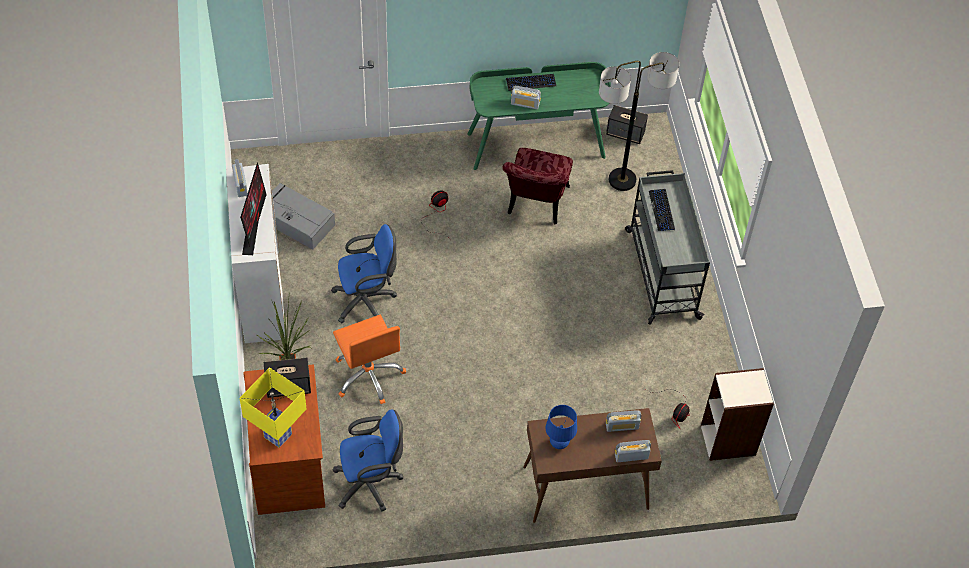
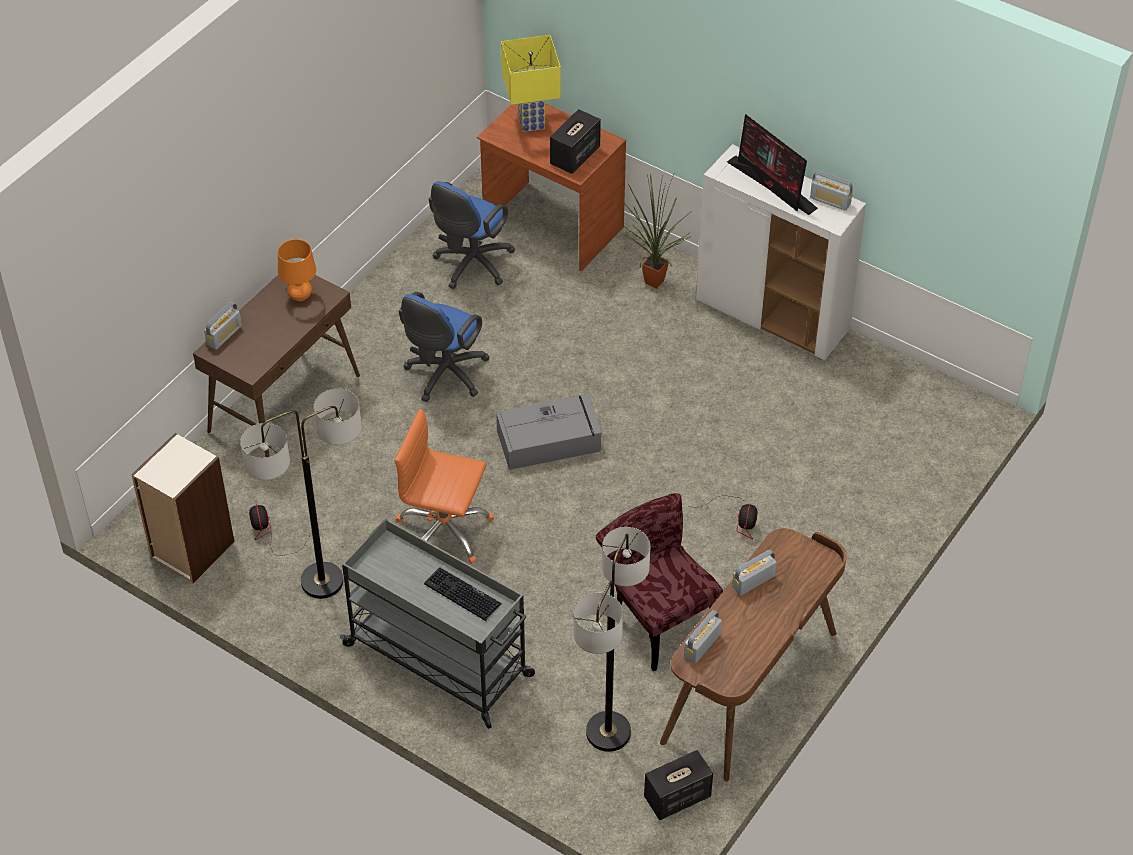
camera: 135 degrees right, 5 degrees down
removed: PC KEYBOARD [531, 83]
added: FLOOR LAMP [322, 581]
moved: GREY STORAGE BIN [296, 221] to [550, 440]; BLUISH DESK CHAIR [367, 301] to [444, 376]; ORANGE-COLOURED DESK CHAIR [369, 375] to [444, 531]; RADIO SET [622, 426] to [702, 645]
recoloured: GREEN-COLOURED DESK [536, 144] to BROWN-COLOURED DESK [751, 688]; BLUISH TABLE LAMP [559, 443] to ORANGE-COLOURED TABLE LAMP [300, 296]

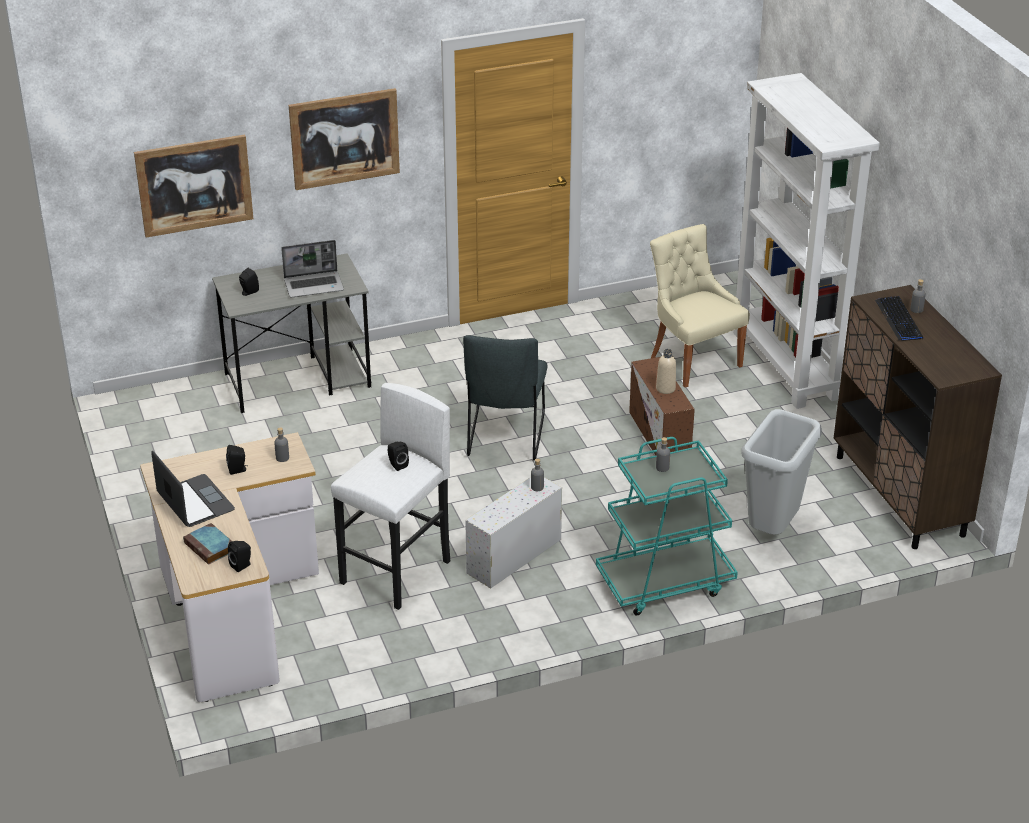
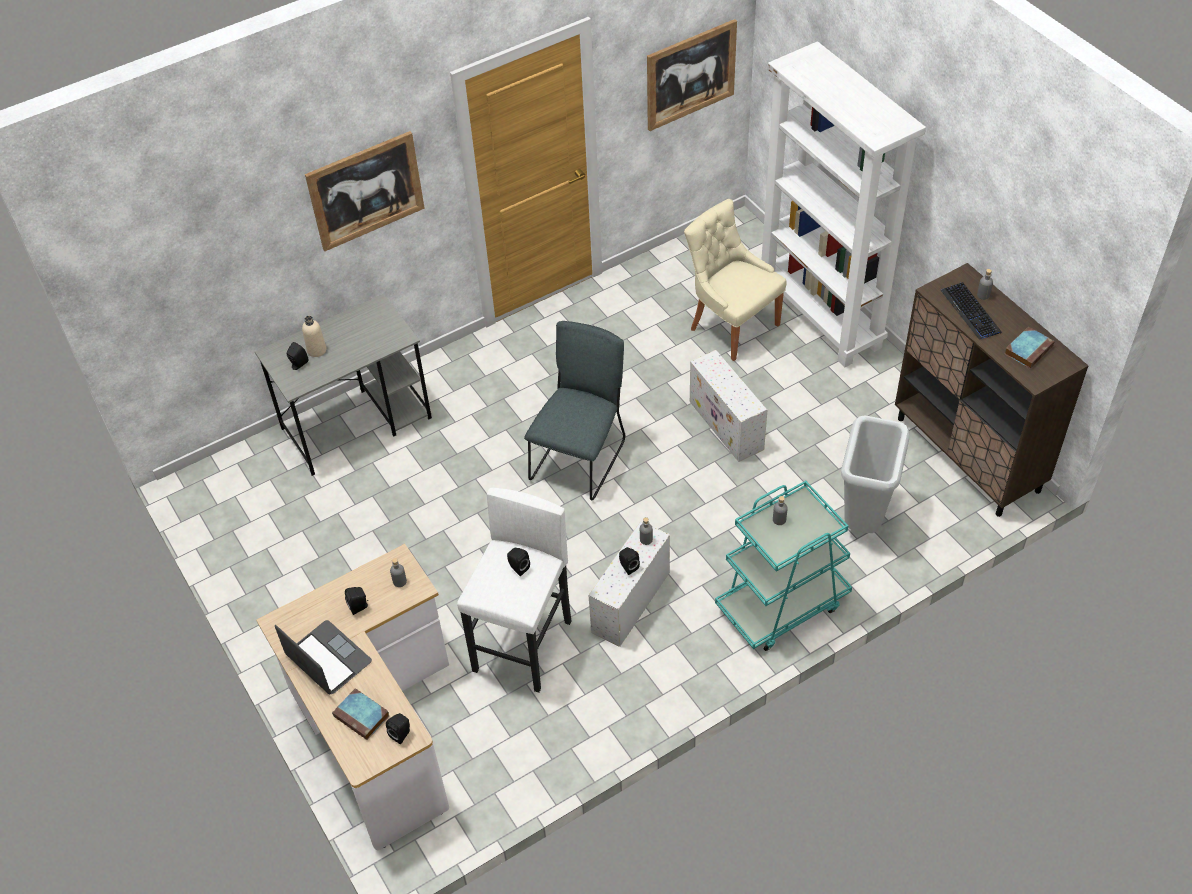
camera: 10 degrees left, 15 degrees up
removed: NOTEBOOK COMPUTER [314, 285]
added: VOLUME [1028, 349]; BLACKISH LOUDSPEAKER [628, 566]
moved: WALL ART [194, 185] to [690, 74]; SAND-COLOURED DRINK BOTTLE [665, 388] to [317, 350]
recoloured: BROWN-COLOURED STORAGE BIN [660, 436] to WHITE STORAGE BIN [727, 426]
turned: GREY UPRIGHT CHAIR [505, 438] = [580, 457] 150 degrees counterclockwise

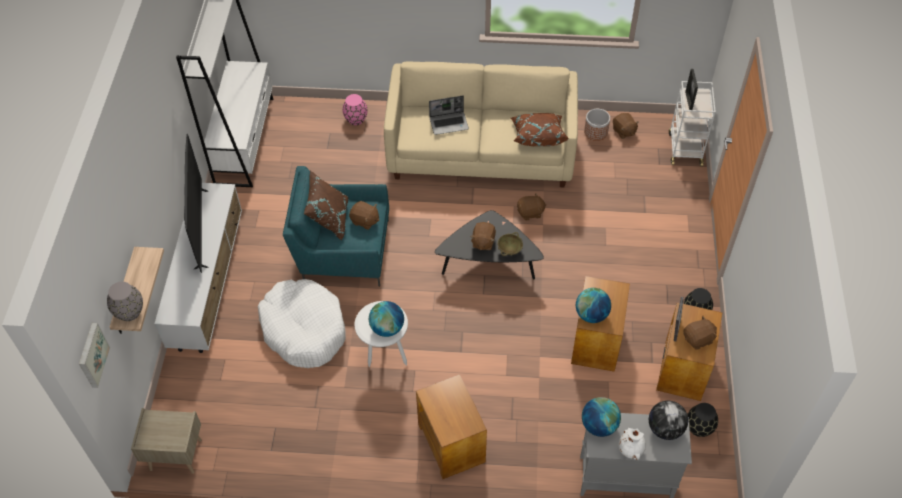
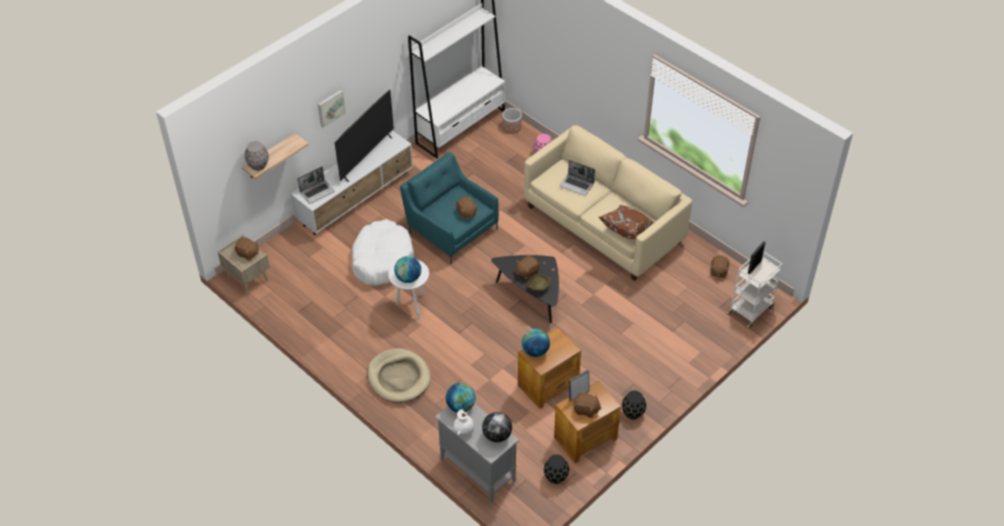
camera: 40 degrees right, 5 degrees down
removed: BROWN-COLOURED CUSHION [329, 218]
added: NOTEBOOK COMPUTER [317, 192]
moved: PLANT POT [596, 132] to [512, 127]; BROWN-COLOURED PLUSH TOY [530, 213] to [248, 254]; WALL ART [92, 355] to [330, 107]
replaced: BROWN-COLOURED ACCENT TABLE [451, 442] to SAND-COLOURED PET BED [399, 378]

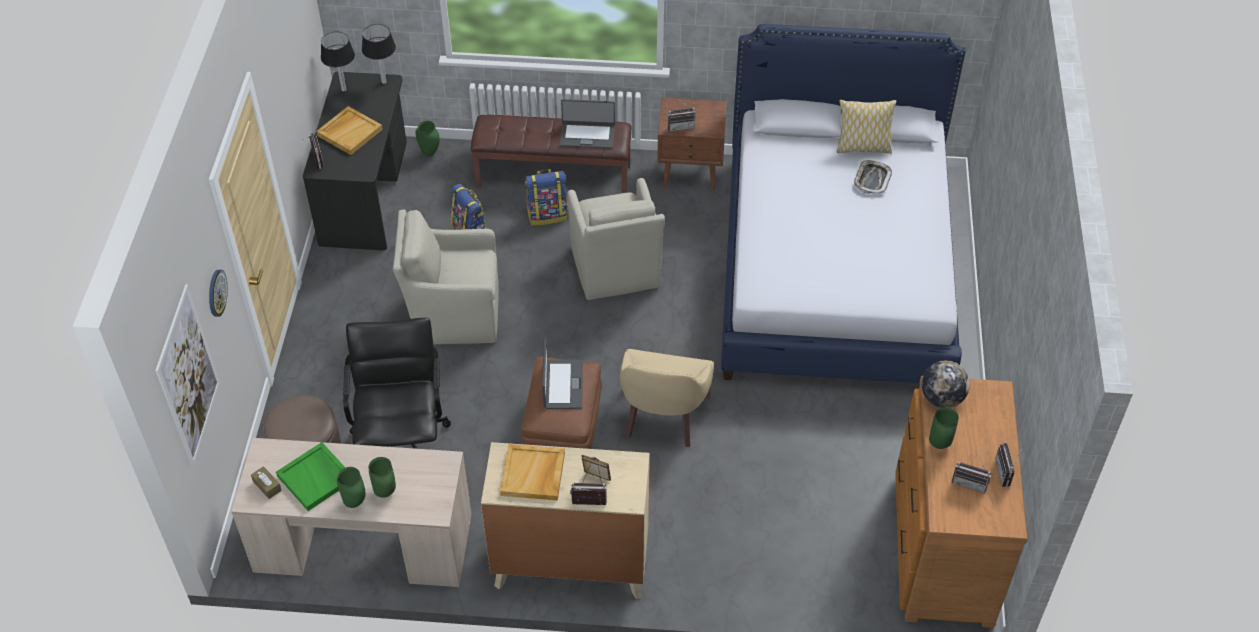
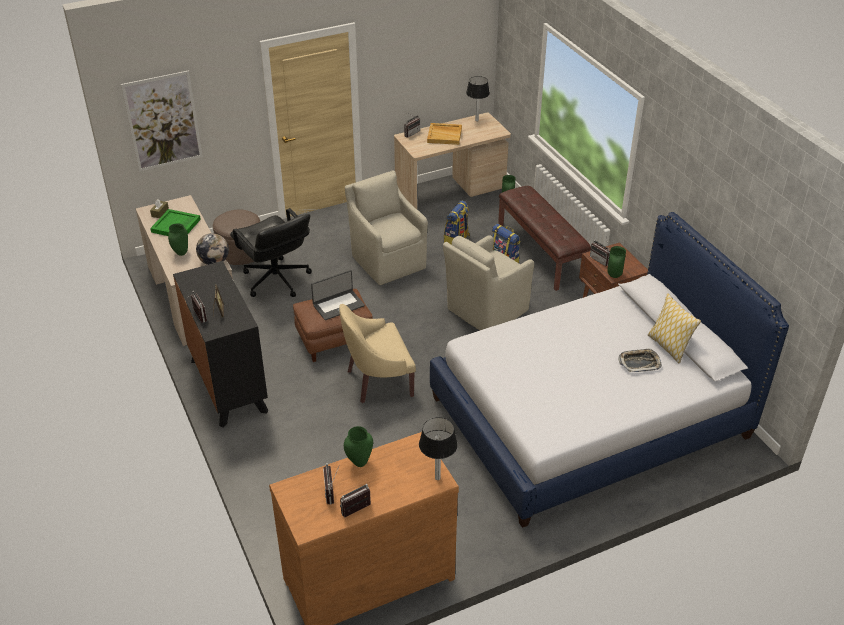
camera: 60 degrees right, 10 degrees down
removed: NOTEBOOK COMPUTER [587, 135]; CLOCK ON THE WALL [216, 293]; SAND-COLOURED SERVING TRAY [533, 474]
moved: TABLE LAMP [384, 81] to [438, 478]; DESK GLOBE [941, 398] to [214, 262]; GREEN-COLOURED FLOWER VASE [355, 502] to [614, 276]
recoloured: BLACKISH DESK [365, 193] to SAND-COLOURED DESK [451, 191]; SAND-COLOURED CHEST OF DRAWERS [570, 564] to BLACKISH CHEST OF DRAWERS [228, 385]
turned: BLACKISH DESK CHAIR [402, 440] = [276, 280] 90 degrees clockwise

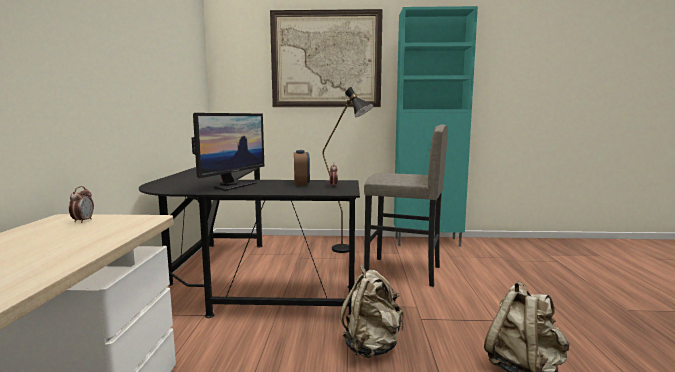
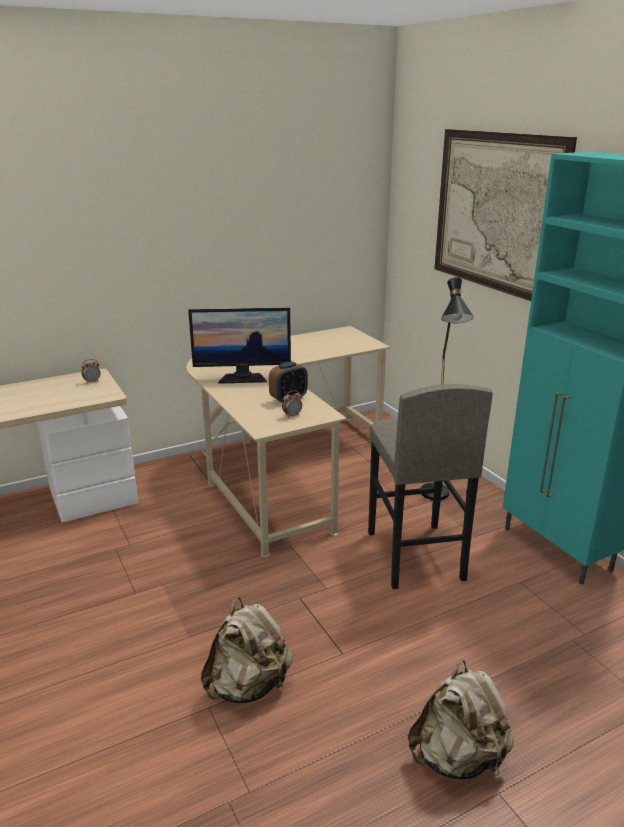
camera: 60 degrees right, 15 degrees up
moved: SAND-COLOURED RUCKSACK [372, 346] to [458, 757]
recoloured: BLACKISH DESK [241, 282] to SAND-COLOURED DESK [283, 471]

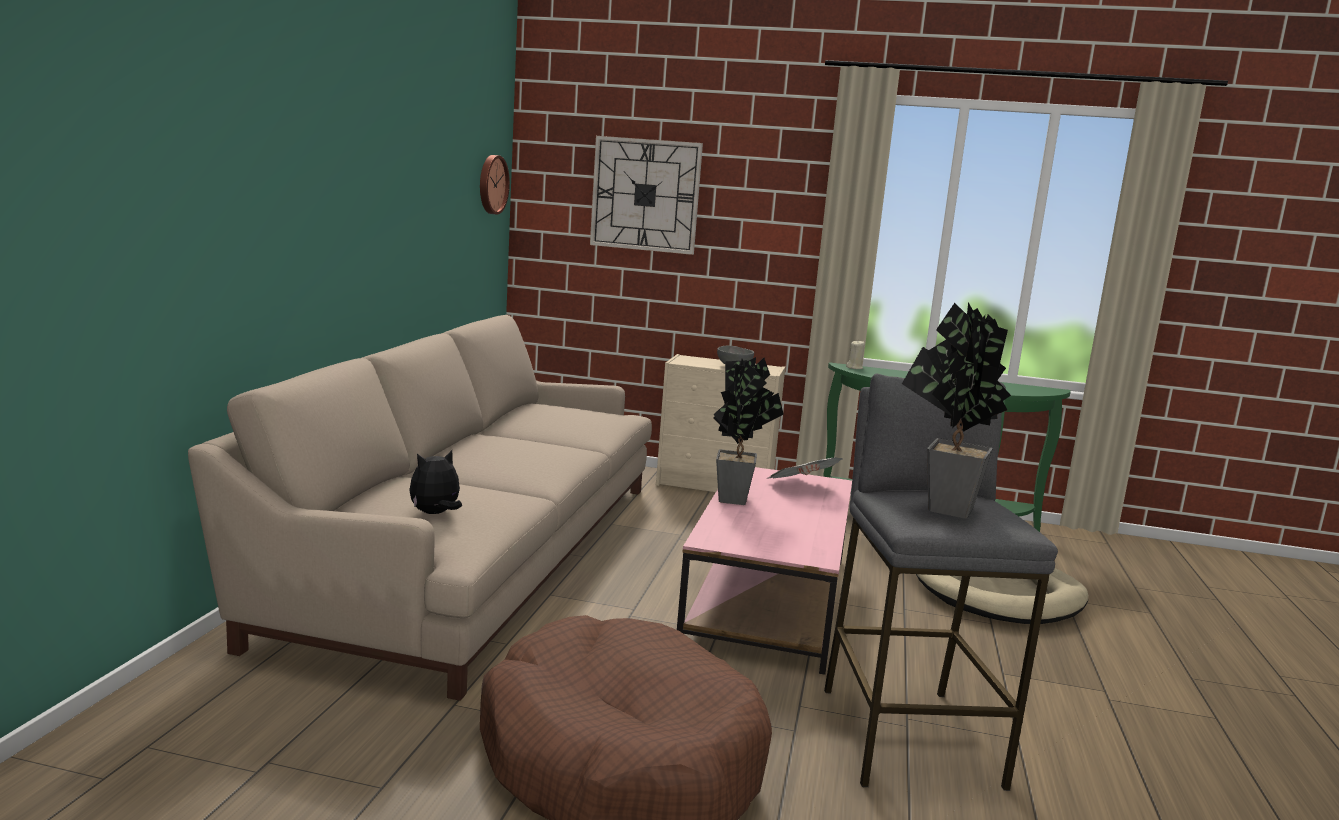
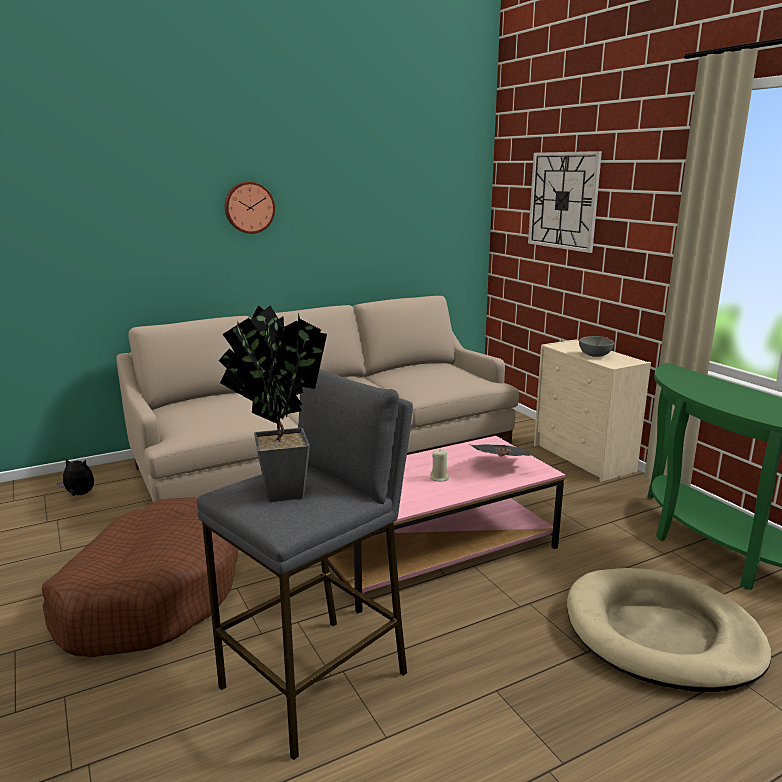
camera: 50 degrees right, 5 degrees up
removed: PLANT IN A POT [736, 497]
moved: CLOCK ON THE WALL [491, 184] to [249, 207]; SAND-COLOURED WAX CANDLE [854, 368] to [439, 478]; PLUSH TOY [435, 514] to [79, 495]

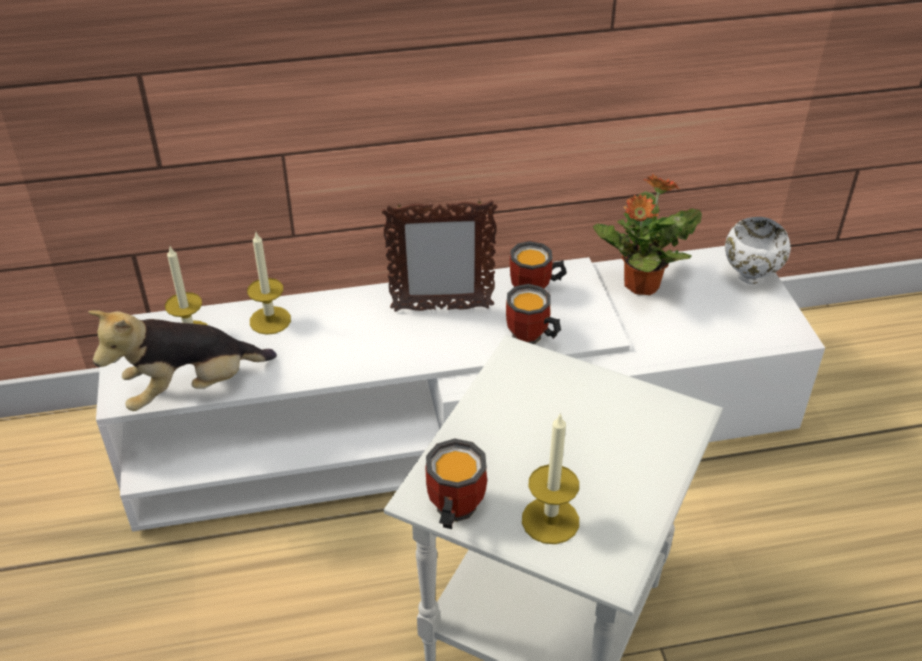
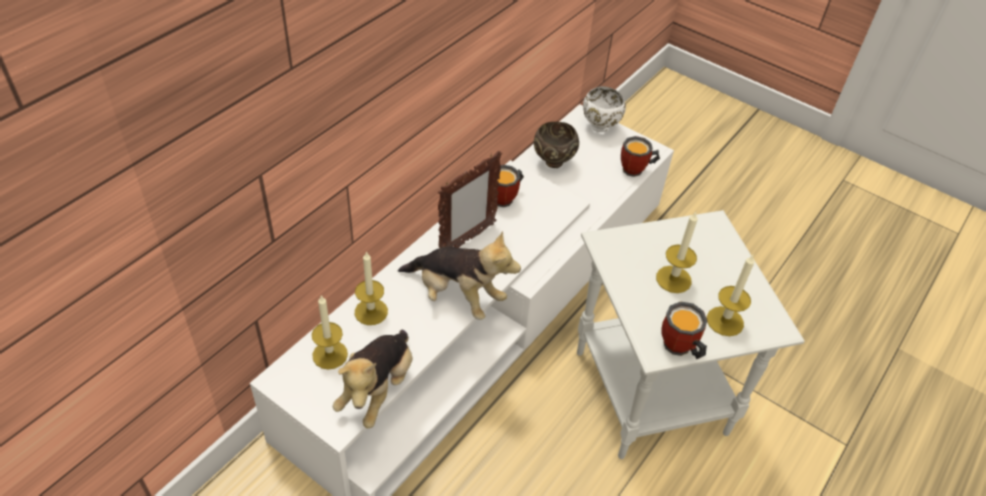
camera: 45 degrees left, 5 degrees up
added: WAX CANDLE [673, 279]; PLUSH TOY [457, 296]
moved: TEA MUG [530, 338] to [636, 171]
replaced: PLANT IN A POT [640, 285] to BROWN-COLOURED SERVING BOWL [552, 163]

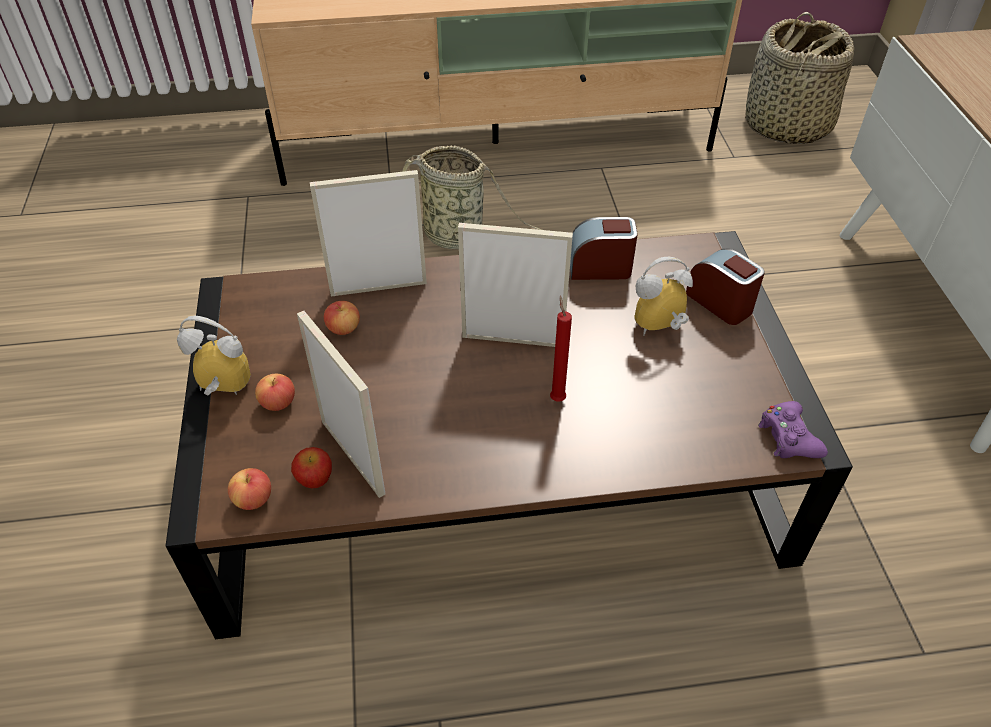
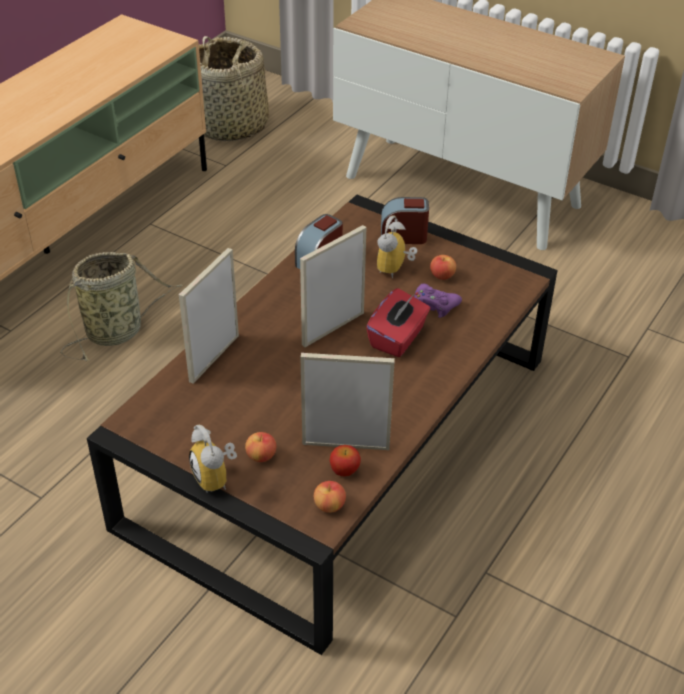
camera: 50 degrees left, 5 degrees down
moved: WHOLE APPLE [343, 328] to [442, 276]; PURPLE-COLOURED JOYPAD [788, 437] to [434, 305]
replaced: RED WAX CANDLE [557, 397] to RED BOX OF TISSUES [398, 338]
turned: ALARM CLOCK [221, 391] = [217, 478] 75 degrees counterclockwise

